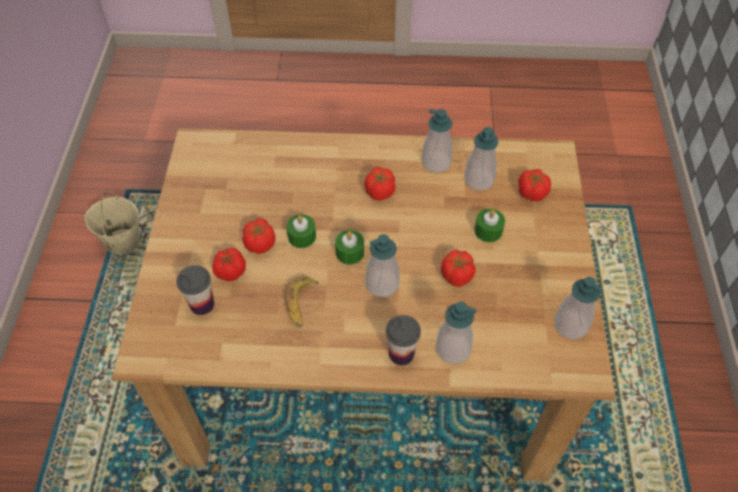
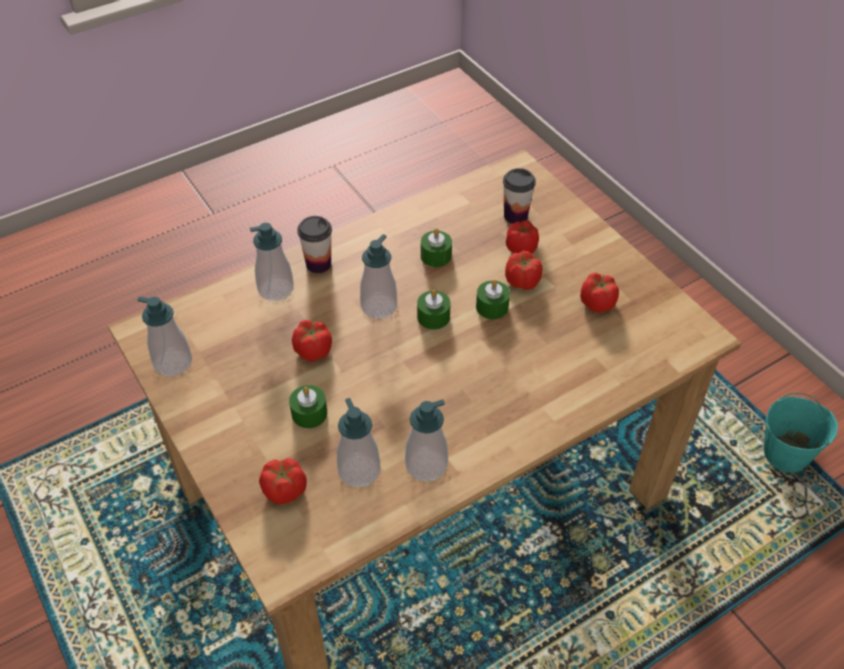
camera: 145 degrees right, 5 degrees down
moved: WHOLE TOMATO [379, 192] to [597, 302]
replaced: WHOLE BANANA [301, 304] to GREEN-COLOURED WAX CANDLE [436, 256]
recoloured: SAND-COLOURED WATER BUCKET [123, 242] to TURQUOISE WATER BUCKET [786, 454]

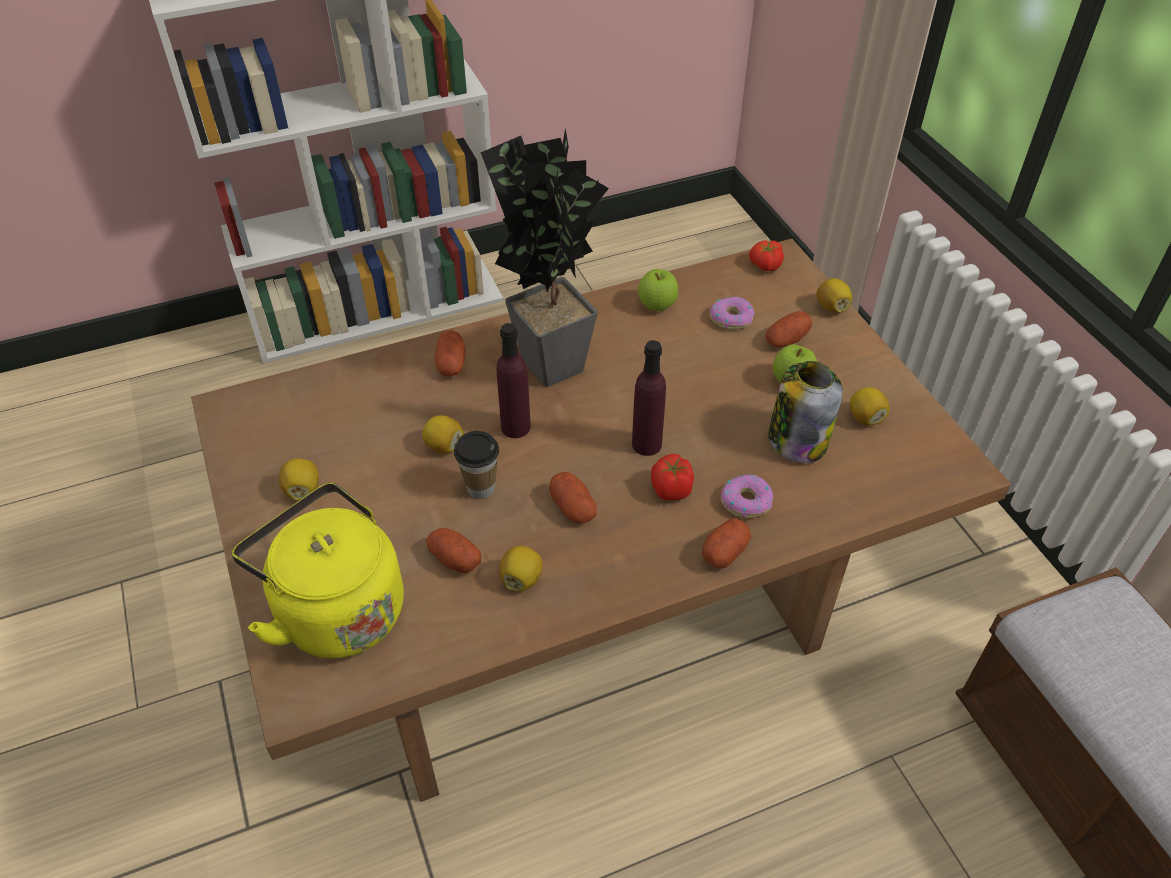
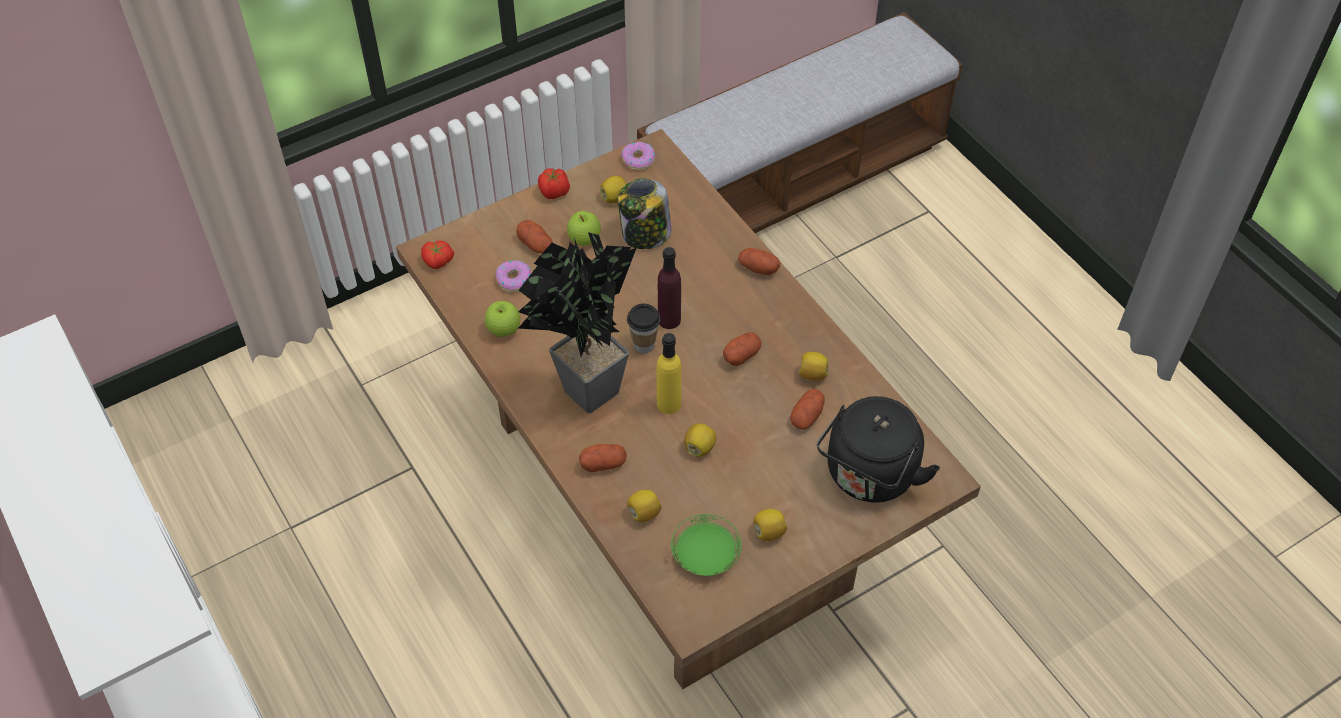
camera: 100 degrees left, 5 degrees up
added: GREEN-COLOURED FLAT DISH [705, 556]
moved: LEMON [831, 307] to [644, 513]; CUP [480, 488] to [644, 345]; WHOLE TOMATO [670, 490] to [555, 192]; DOUGHNUT [746, 501] to [638, 160]
recoloured: PURPLE-COLOURED DRINK BOTTLE [515, 427] to YELLOWISH DRINK BOTTLE [669, 404]; YELLOWISH KETTLE [336, 609] to BLACKISH KETTLE [869, 477]

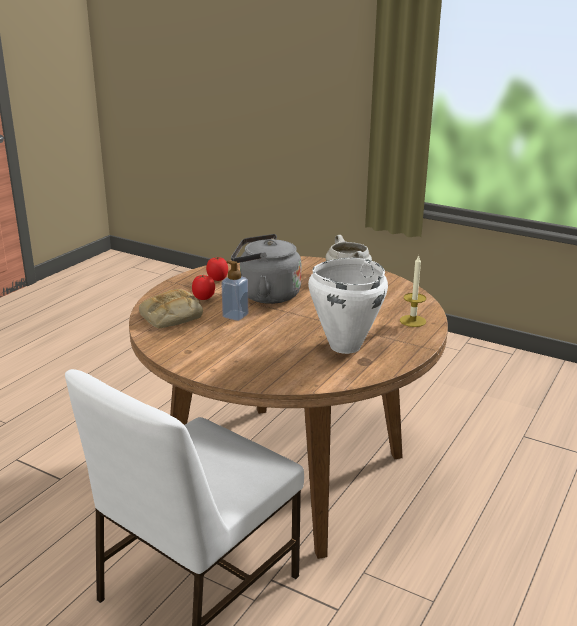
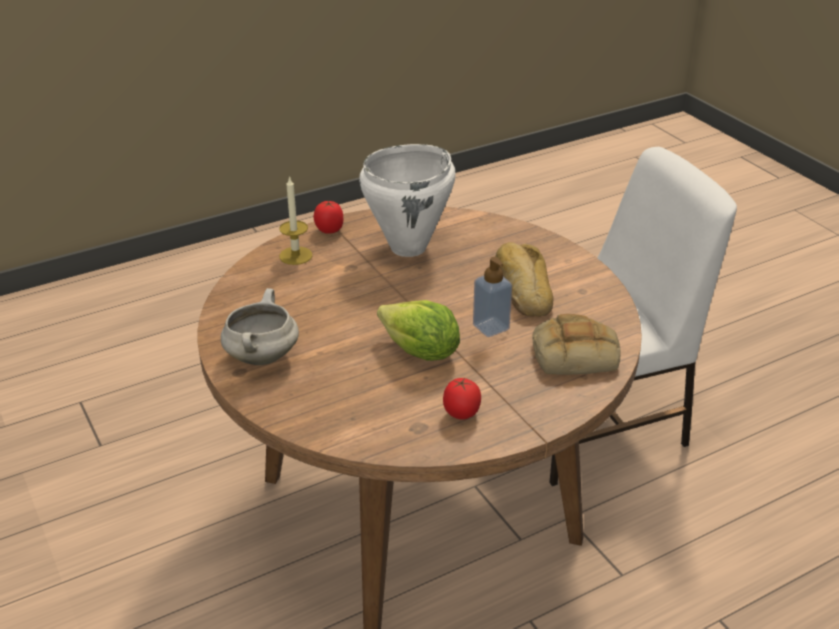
camera: 150 degrees left, 10 degrees up
added: BREAD [522, 288]
moved: WHOLE TOMATO [204, 298] to [329, 230]
replaced: GREY KETTLE [265, 295] to LETTUCE [420, 352]

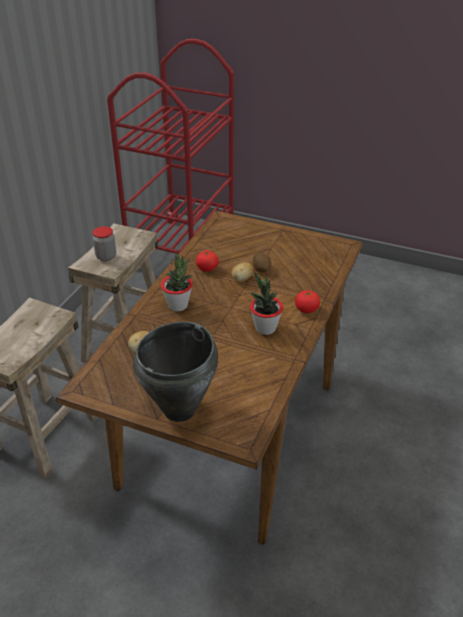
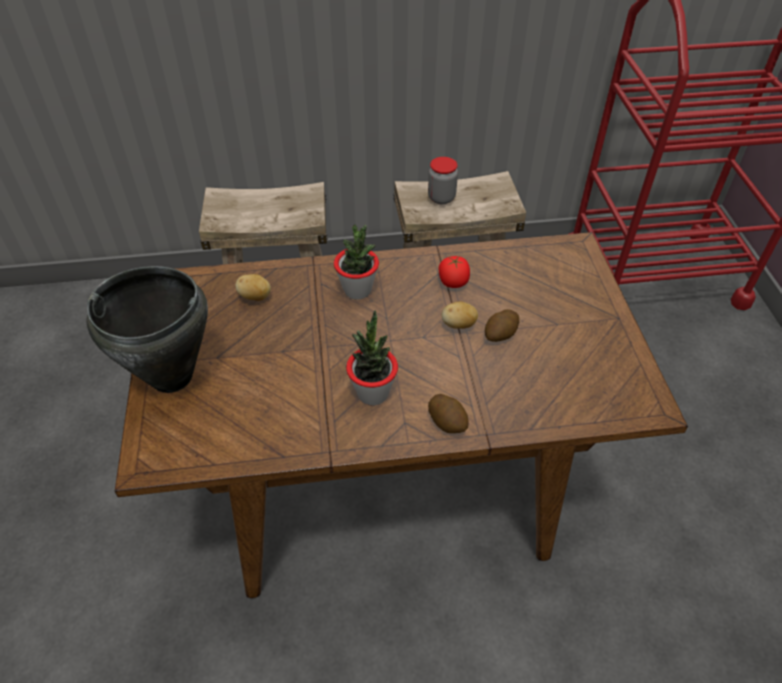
camera: 60 degrees right, 10 degrees up
replaced: WHOLE TOMATO [306, 309] to WHOLE POTATO [447, 422]

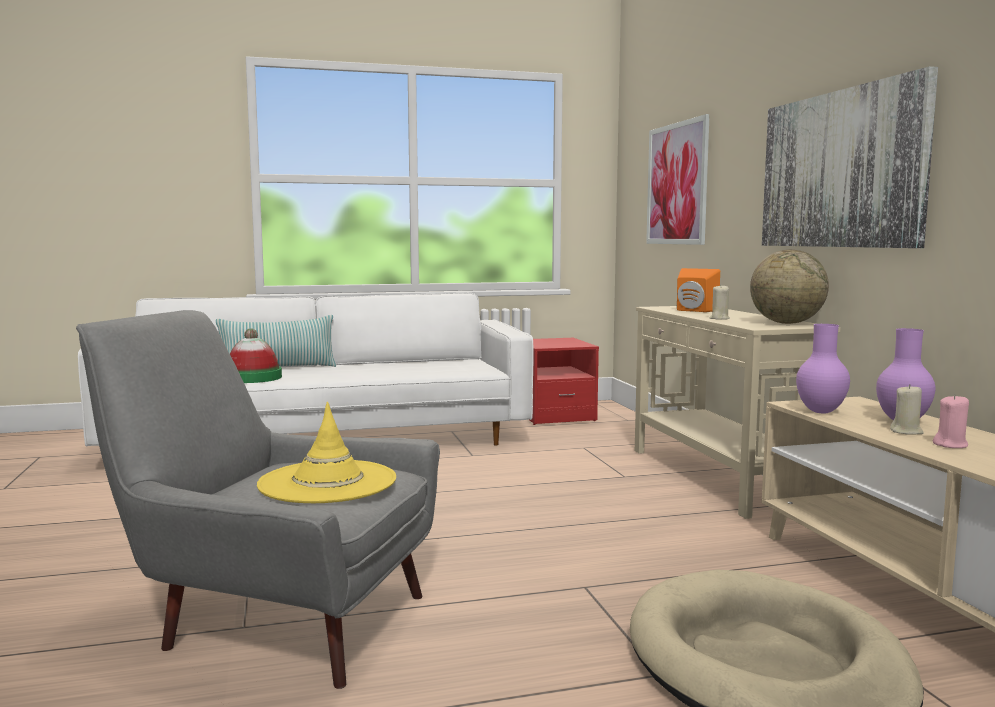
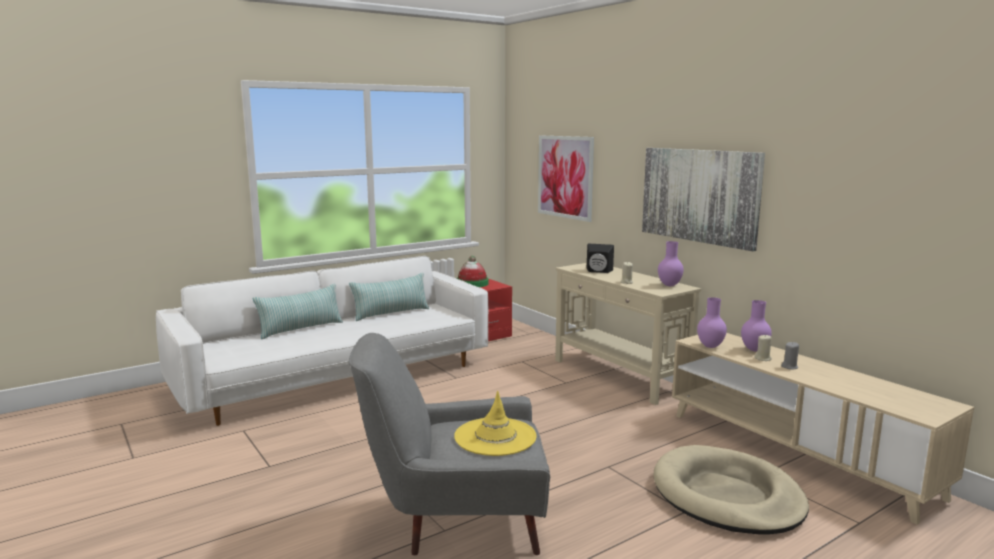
camera: 20 degrees left, 5 degrees up
added: CUSHION [391, 313]
moved: WEARABLE HAT [253, 378] to [472, 283]
replaced: DESK GLOBE [786, 323] to PURPLE-COLOURED FLOWER VASE [669, 285]
recoloured: ORANGE-COLOURED LOUDSPEAKER [694, 311] to BLACKISH LOUDSPEAKER [598, 271]; PINK-COLOURED WAX CANDLE [950, 445] to GREY WAX CANDLE [789, 367]

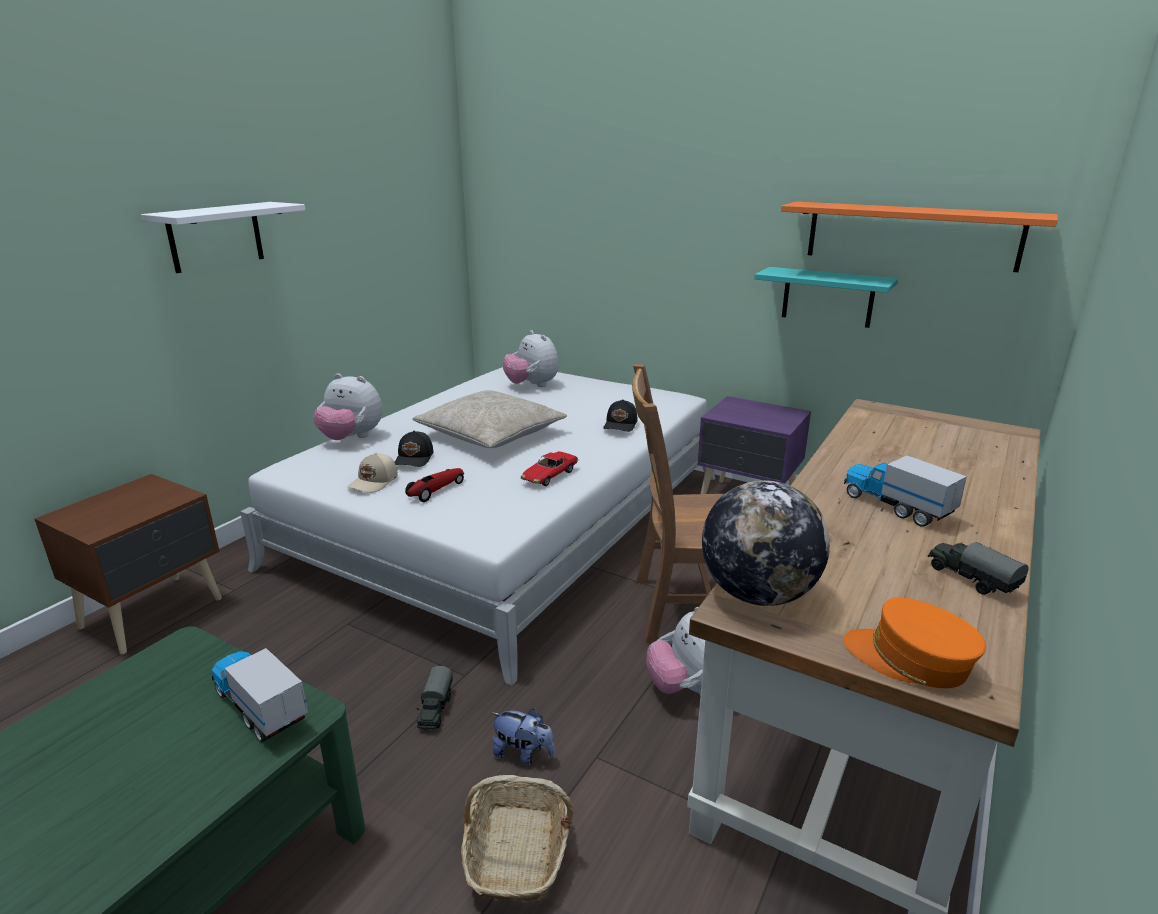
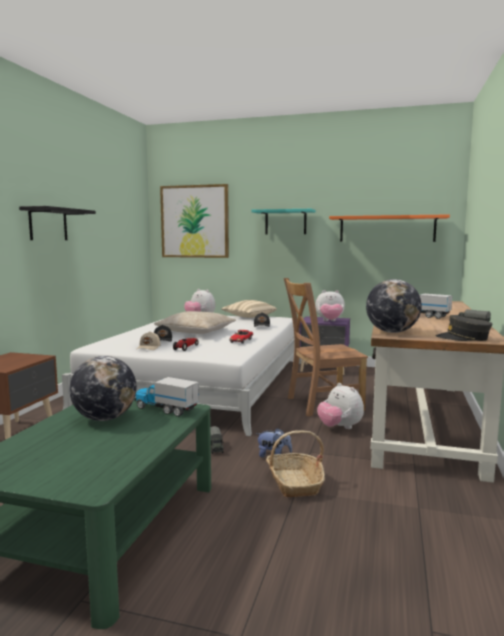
camera: 15 degrees left, 15 degrees down
added: WALL ART [194, 221]; SAND-COLOURED CUSHION [248, 317]; DESK GLOBE [105, 418]
moved: TURQUOISE SHELF [827, 297] to [285, 222]; PLUSH TOY [351, 438] to [329, 321]
recoloured: WHITE SHELF [216, 236] to BLACKISH SHELF [48, 224]; ORANGE-COLOURED PEAKED CAP [909, 660] to GREY PEAKED CAP [463, 338]

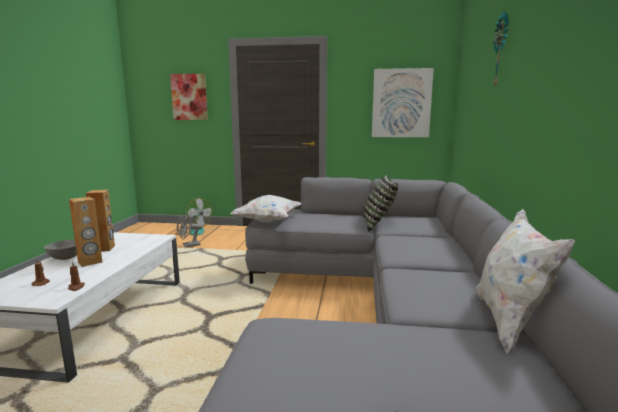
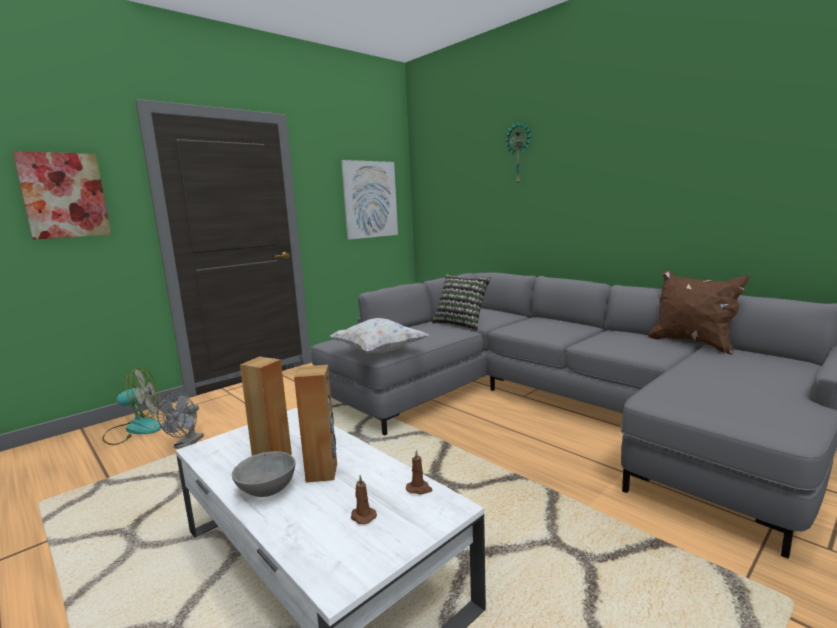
camera: 50 degrees left, 0 degrees up
recoloured: WHITE CUSHION [509, 322] to BROWN-COLOURED CUSHION [692, 343]

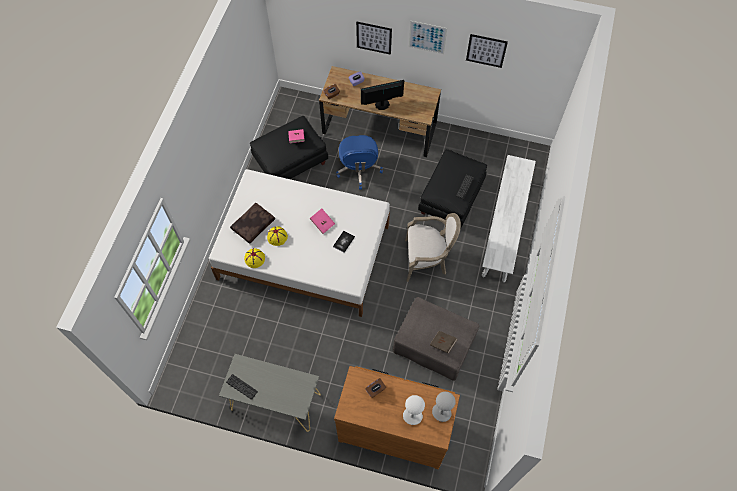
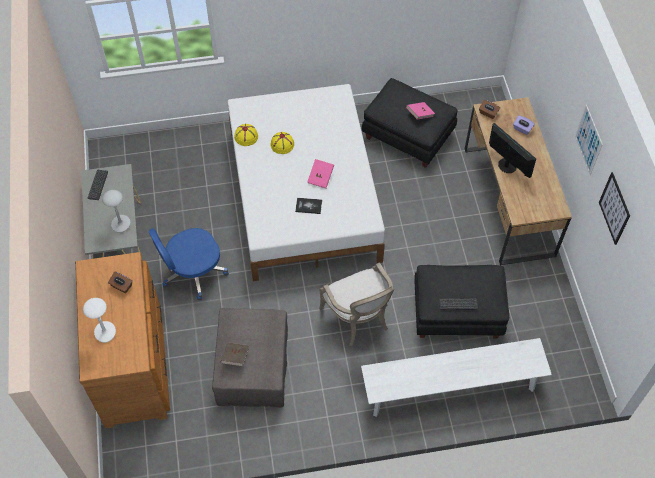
camera: 65 degrees right, 5 degrees down
removed: WALL ART [374, 37]; BROWN-COLOURED CUSHION [253, 224]
moved: BLUISH DESK CHAIR [358, 169] to [193, 273]; GREY TABLE LAMP [441, 413] to [121, 224]

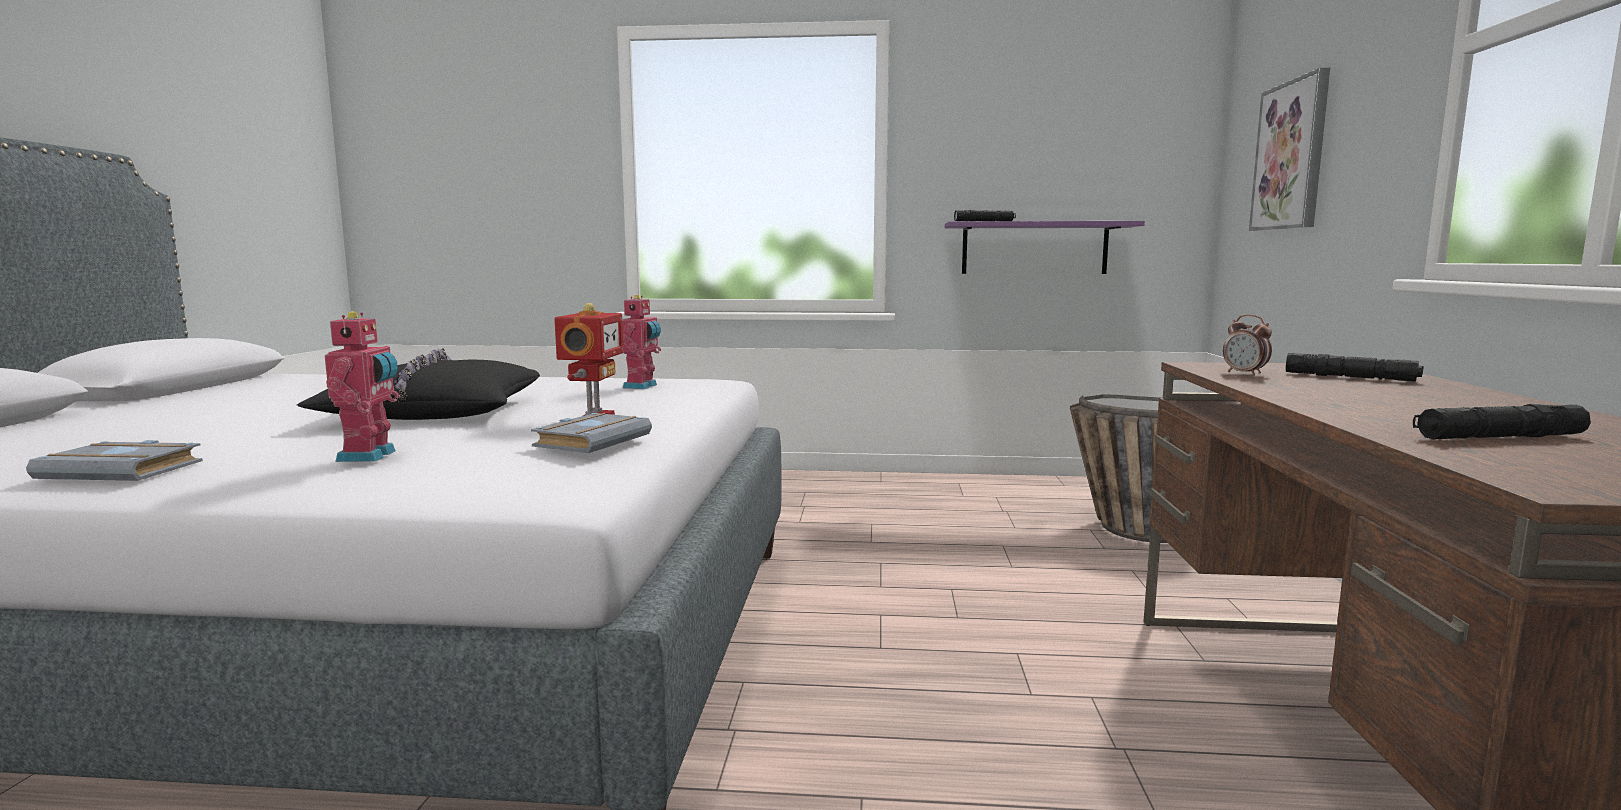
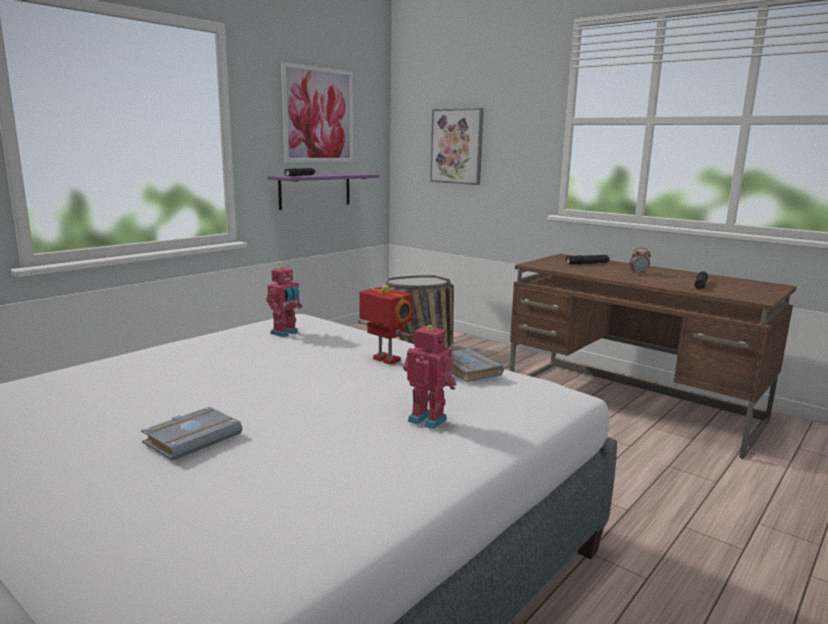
camera: 55 degrees left, 5 degrees up
removed: BLACKISH CUSHION [434, 412]
added: WALL ART [318, 115]
moved: ALARM CLOCK [1245, 373] to [638, 273]; GREY VOLUME [126, 471] to [193, 438]
turned: MODEL ROBOT [642, 386] = [285, 333] 75 degrees clockwise

